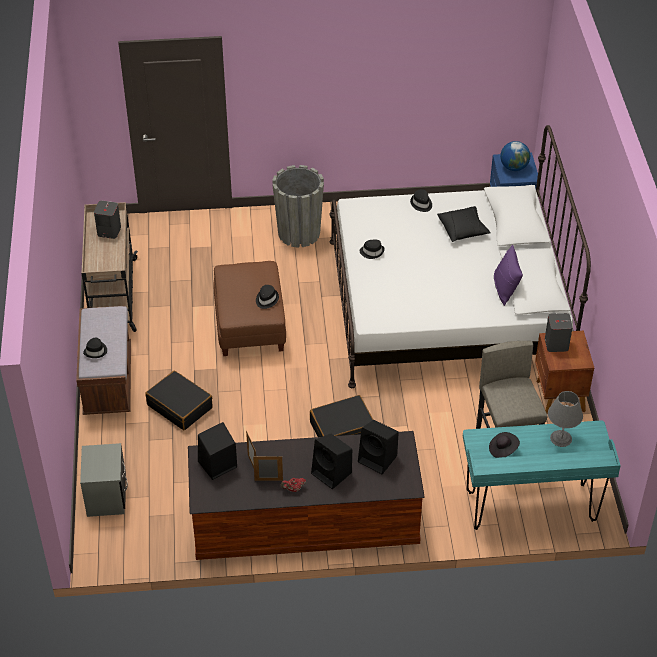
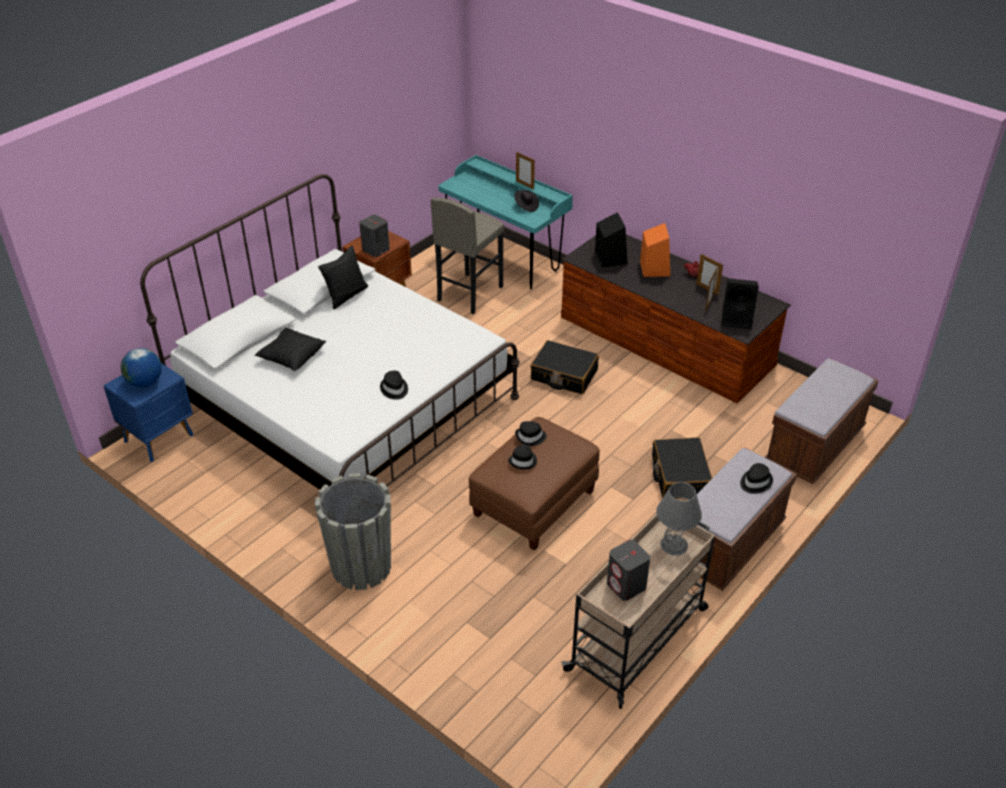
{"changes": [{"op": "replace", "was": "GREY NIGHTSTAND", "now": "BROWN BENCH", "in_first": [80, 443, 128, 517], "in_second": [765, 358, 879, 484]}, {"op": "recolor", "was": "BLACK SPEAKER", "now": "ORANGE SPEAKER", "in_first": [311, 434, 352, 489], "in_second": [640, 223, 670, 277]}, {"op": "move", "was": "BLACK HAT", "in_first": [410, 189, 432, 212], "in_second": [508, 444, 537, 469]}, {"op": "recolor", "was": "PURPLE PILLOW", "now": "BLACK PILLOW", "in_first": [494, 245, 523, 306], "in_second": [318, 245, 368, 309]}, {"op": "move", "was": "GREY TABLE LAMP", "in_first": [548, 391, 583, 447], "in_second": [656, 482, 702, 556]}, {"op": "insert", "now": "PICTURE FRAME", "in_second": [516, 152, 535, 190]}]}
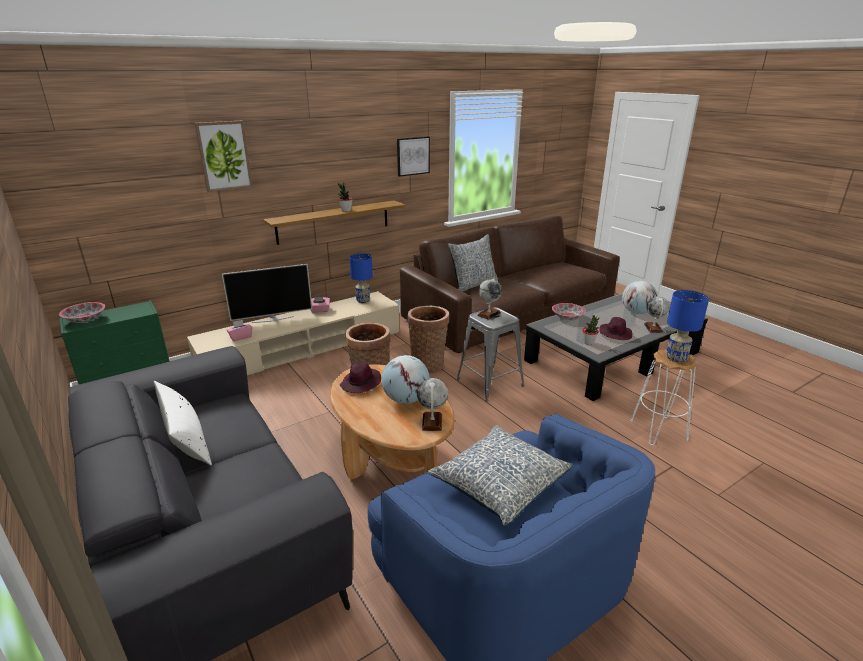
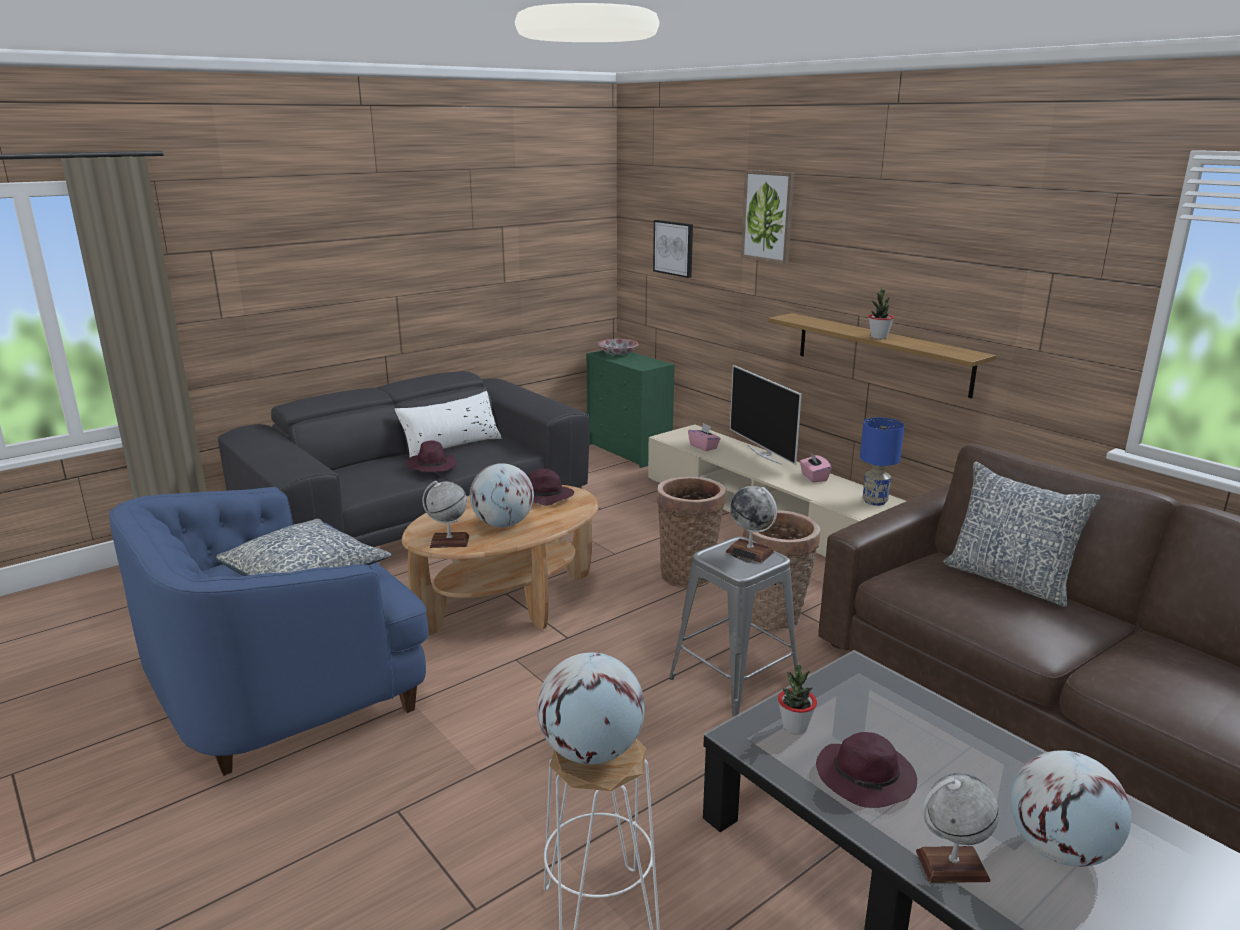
{"changes": [{"op": "move", "was": "PICTURE", "in_first": [397, 136, 430, 177], "in_second": [653, 220, 693, 278]}, {"op": "delete", "was": "BOWL", "in_first": [552, 303, 586, 320]}, {"op": "replace", "was": "BLUE TABLE LAMP", "now": "GLOBE", "in_first": [666, 290, 709, 363], "in_second": [537, 652, 645, 764]}, {"op": "insert", "now": "PURPLE HAT", "in_second": [407, 440, 456, 472]}]}
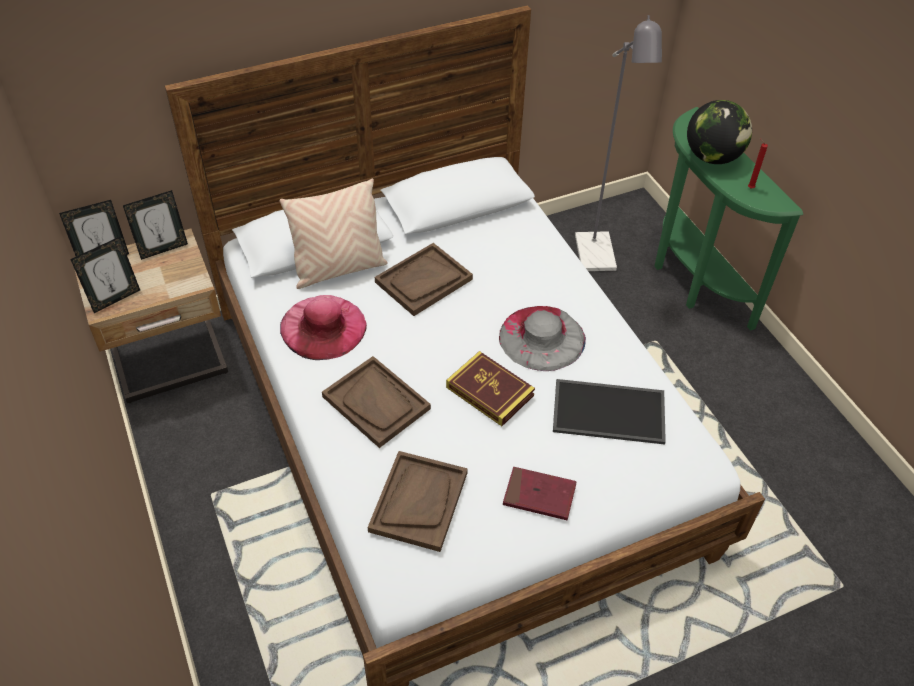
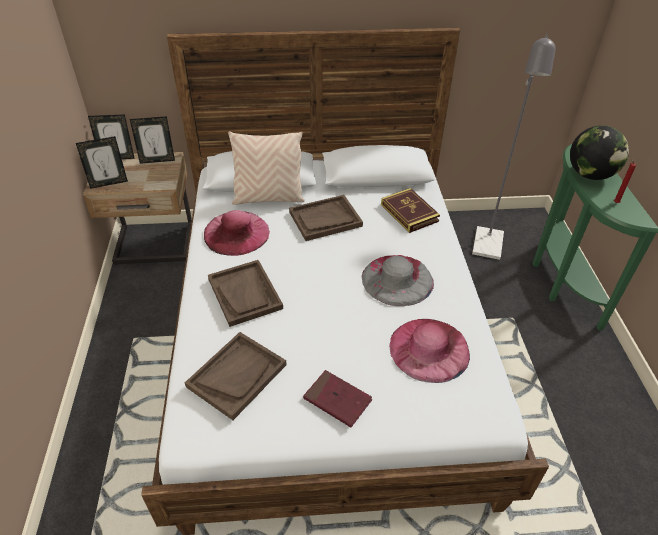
{"changes": [{"op": "move", "was": "BOOK", "in_first": [446, 351, 535, 426], "in_second": [381, 188, 440, 233]}, {"op": "replace", "was": "TRAY", "now": "PINK HAT", "in_first": [553, 379, 666, 444], "in_second": [389, 319, 470, 383]}]}
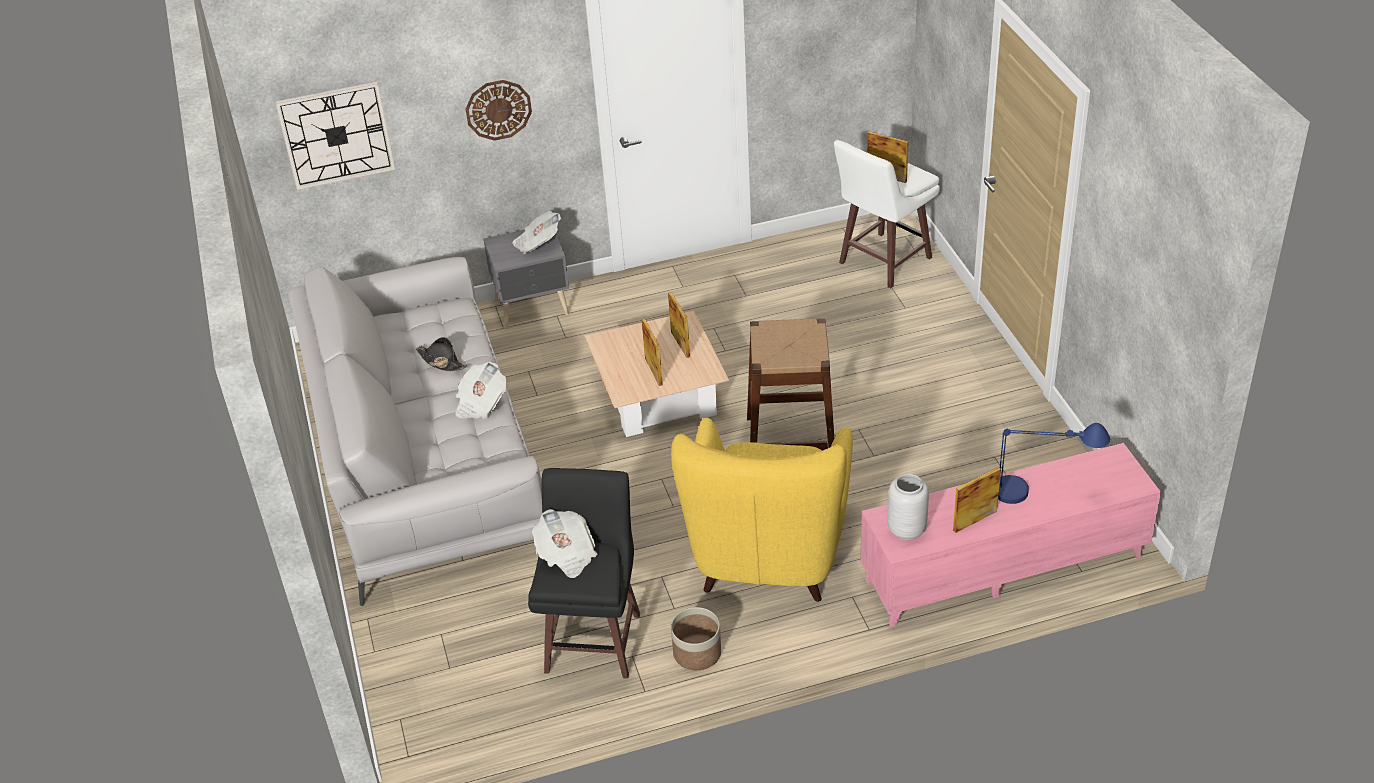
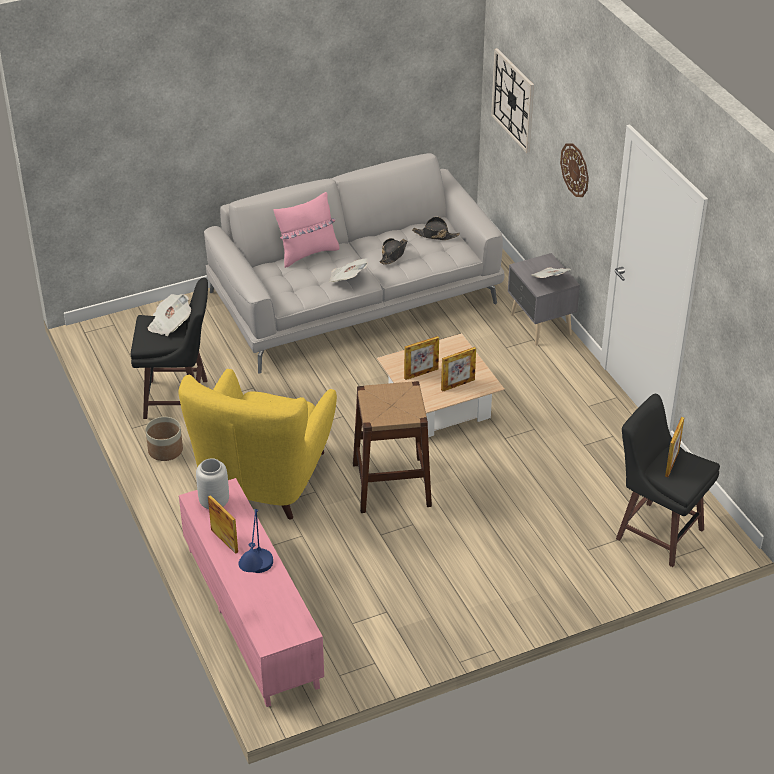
{"changes": [{"op": "rotate", "was": "YELLOW ARMCHAIR", "in_first": [671, 418, 853, 602], "in_second": [179, 369, 337, 520], "clockwise": -75}, {"op": "recolor", "was": "WHITE STOOL", "now": "BLACK STOOL", "in_first": [834, 140, 940, 288], "in_second": [616, 394, 720, 567]}, {"op": "insert", "now": "PINK PILLOW", "in_second": [273, 192, 339, 268]}, {"op": "insert", "now": "BLACK HAT", "in_second": [412, 217, 460, 240]}]}
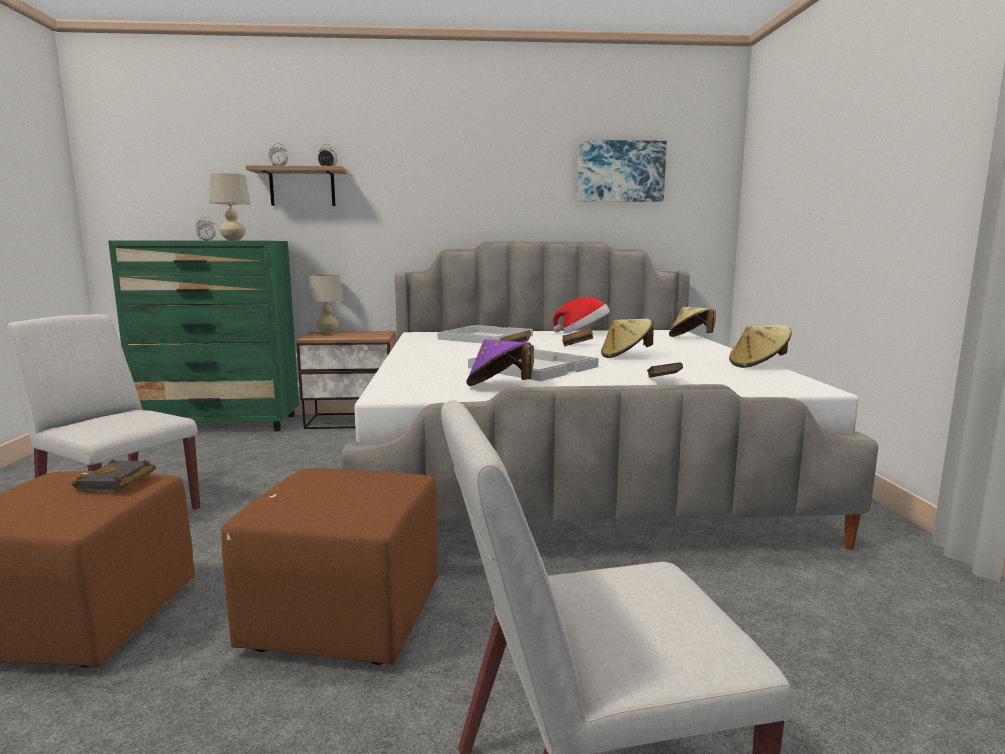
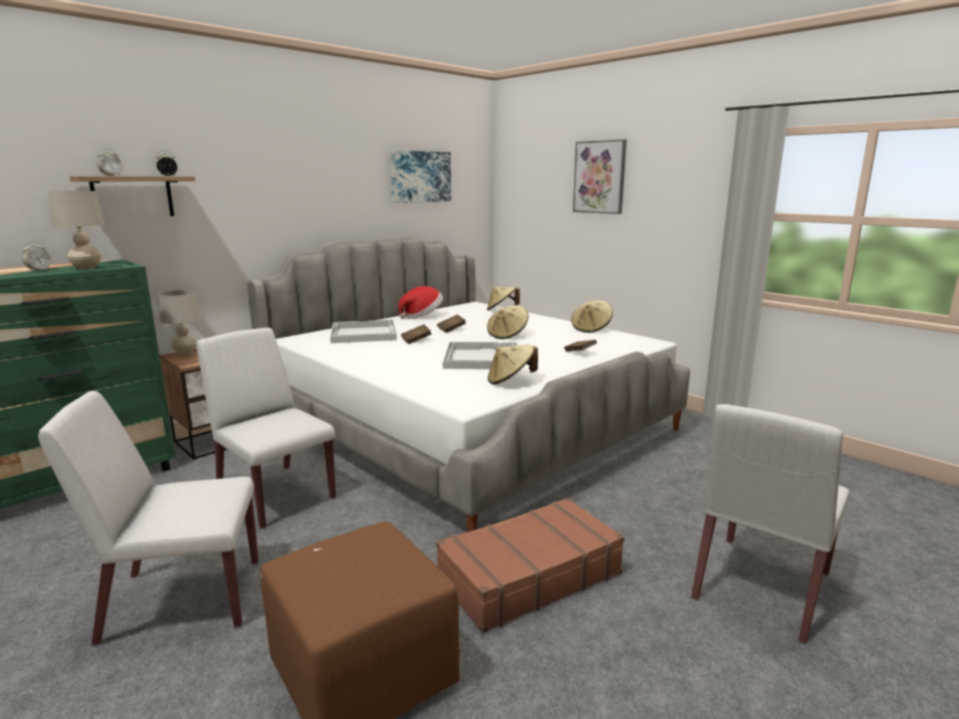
{"changes": [{"op": "delete", "was": "BLACK BOOK", "in_first": [72, 459, 156, 491]}, {"op": "replace", "was": "BROWN OTTOMAN", "now": "BROWN SUITCASE", "in_first": [222, 468, 438, 665], "in_second": [436, 498, 625, 633]}, {"op": "recolor", "was": "PURPLE HAT", "now": "BEIGE HAT", "in_first": [466, 339, 534, 386], "in_second": [488, 344, 538, 385]}, {"op": "insert", "now": "WHITE CHAIR", "in_second": [196, 328, 336, 529]}, {"op": "insert", "now": "PICTURE", "in_second": [573, 139, 627, 214]}]}
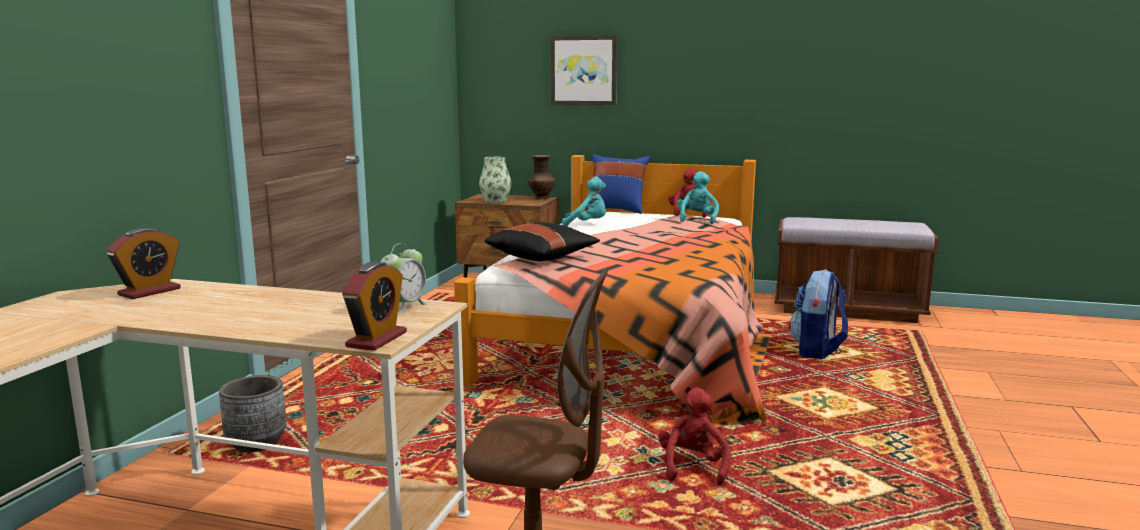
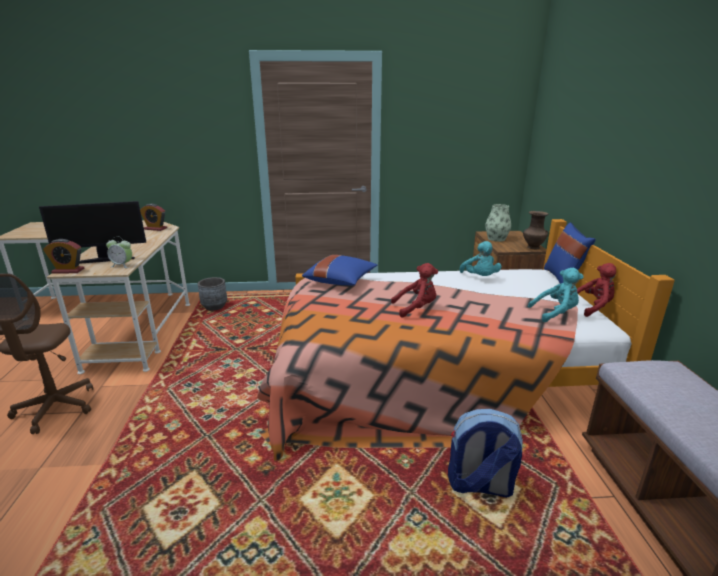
{"changes": [{"op": "recolor", "was": "BLACK PILLOW", "now": "BLUE PILLOW", "in_first": [485, 222, 600, 261], "in_second": [302, 255, 378, 286]}, {"op": "delete", "was": "PICTURE", "in_first": [551, 35, 617, 105]}, {"op": "move", "was": "RED PLUSH TOY", "in_first": [658, 387, 731, 486], "in_second": [391, 263, 438, 318]}, {"op": "insert", "now": "MONITOR", "in_second": [39, 201, 146, 264]}]}
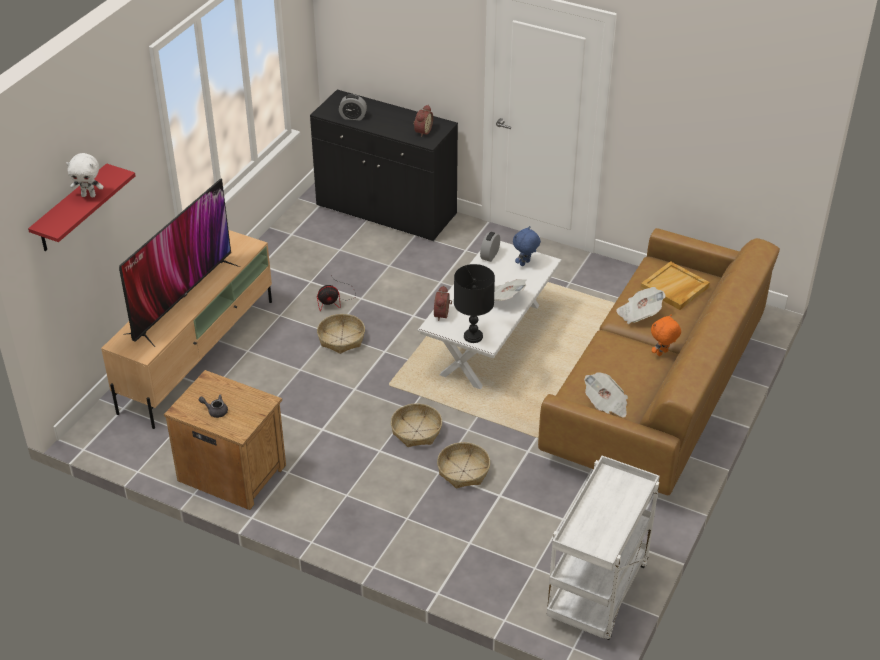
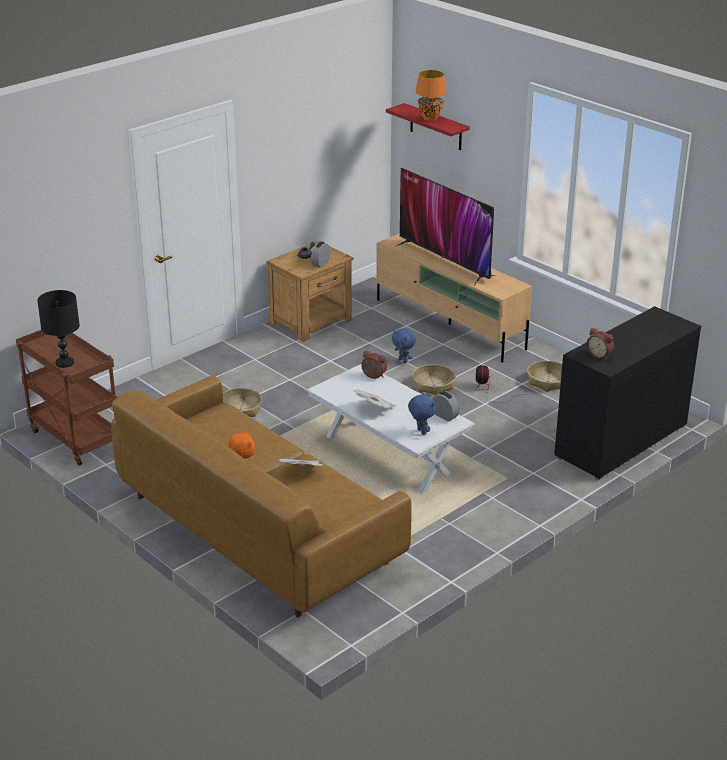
{"changes": [{"op": "replace", "was": "WHITE PLUSH TOY", "now": "ORANGE TABLE LAMP", "in_first": [66, 153, 104, 197], "in_second": [415, 70, 447, 121]}, {"op": "move", "was": "ALARM CLOCK", "in_first": [339, 94, 367, 120], "in_second": [311, 242, 330, 268]}, {"op": "move", "was": "BASKET", "in_first": [391, 403, 442, 447], "in_second": [527, 361, 562, 392]}, {"op": "move", "was": "BLACK TABLE LAMP", "in_first": [454, 264, 495, 343], "in_second": [37, 290, 80, 368]}, {"op": "recolor", "was": "WHITE CART", "now": "BROWN CART", "in_first": [546, 456, 659, 640], "in_second": [16, 330, 117, 466]}, {"op": "delete", "was": "NEWSPAPER", "in_first": [584, 372, 628, 417]}, {"op": "delete", "was": "BEIGE TRAY", "in_first": [641, 261, 710, 310]}, {"op": "insert", "now": "BLUE PLUSH TOY", "in_second": [392, 328, 416, 363]}]}
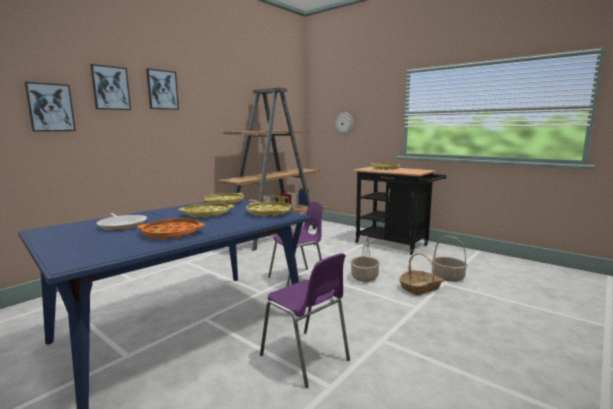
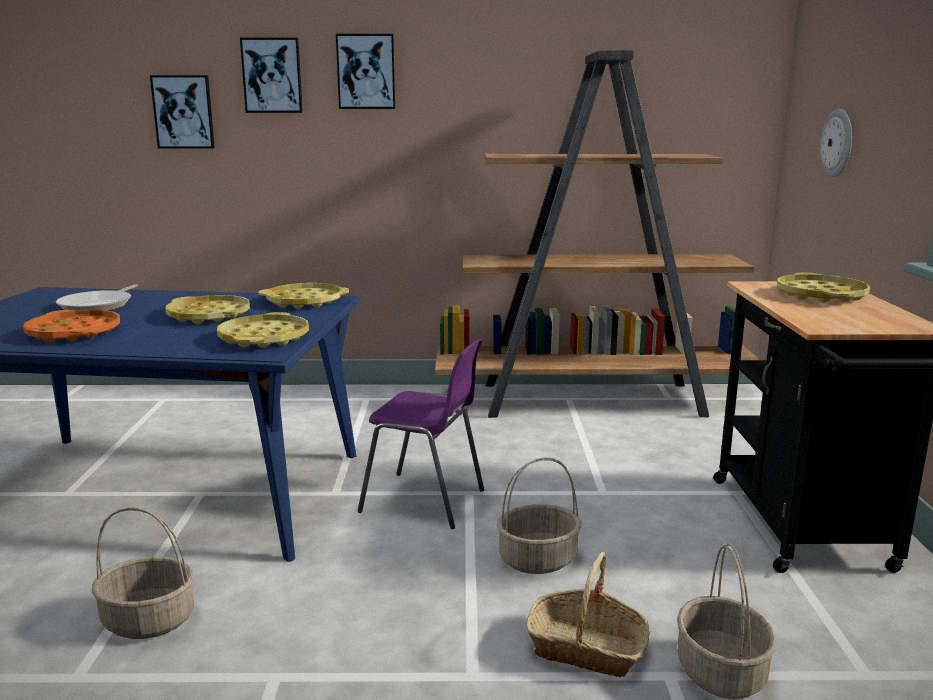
{"changes": [{"op": "replace", "was": "PURPLE CHAIR", "now": "BASKET", "in_first": [260, 253, 350, 388], "in_second": [92, 507, 194, 639]}]}
